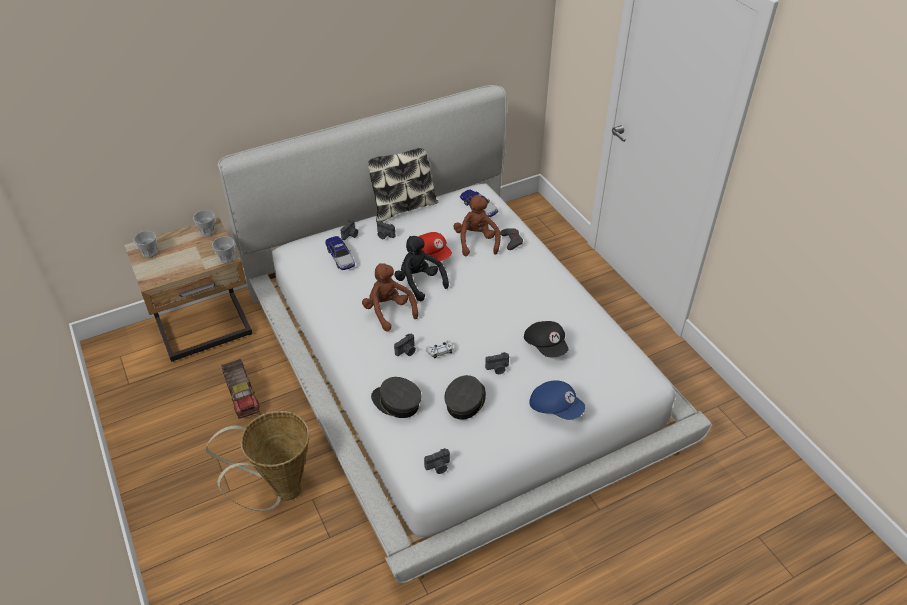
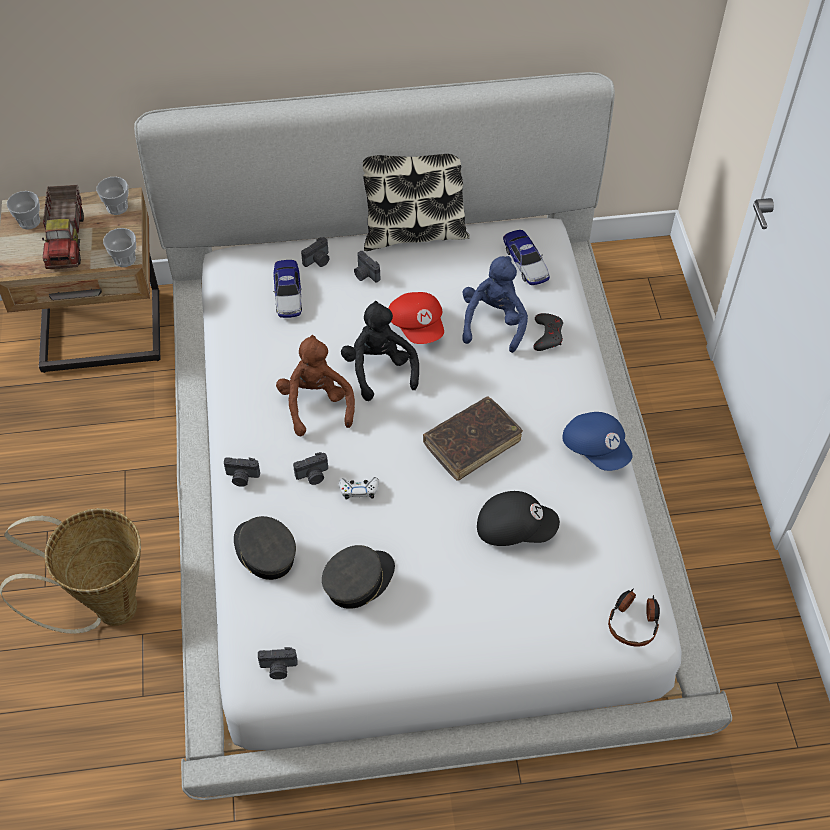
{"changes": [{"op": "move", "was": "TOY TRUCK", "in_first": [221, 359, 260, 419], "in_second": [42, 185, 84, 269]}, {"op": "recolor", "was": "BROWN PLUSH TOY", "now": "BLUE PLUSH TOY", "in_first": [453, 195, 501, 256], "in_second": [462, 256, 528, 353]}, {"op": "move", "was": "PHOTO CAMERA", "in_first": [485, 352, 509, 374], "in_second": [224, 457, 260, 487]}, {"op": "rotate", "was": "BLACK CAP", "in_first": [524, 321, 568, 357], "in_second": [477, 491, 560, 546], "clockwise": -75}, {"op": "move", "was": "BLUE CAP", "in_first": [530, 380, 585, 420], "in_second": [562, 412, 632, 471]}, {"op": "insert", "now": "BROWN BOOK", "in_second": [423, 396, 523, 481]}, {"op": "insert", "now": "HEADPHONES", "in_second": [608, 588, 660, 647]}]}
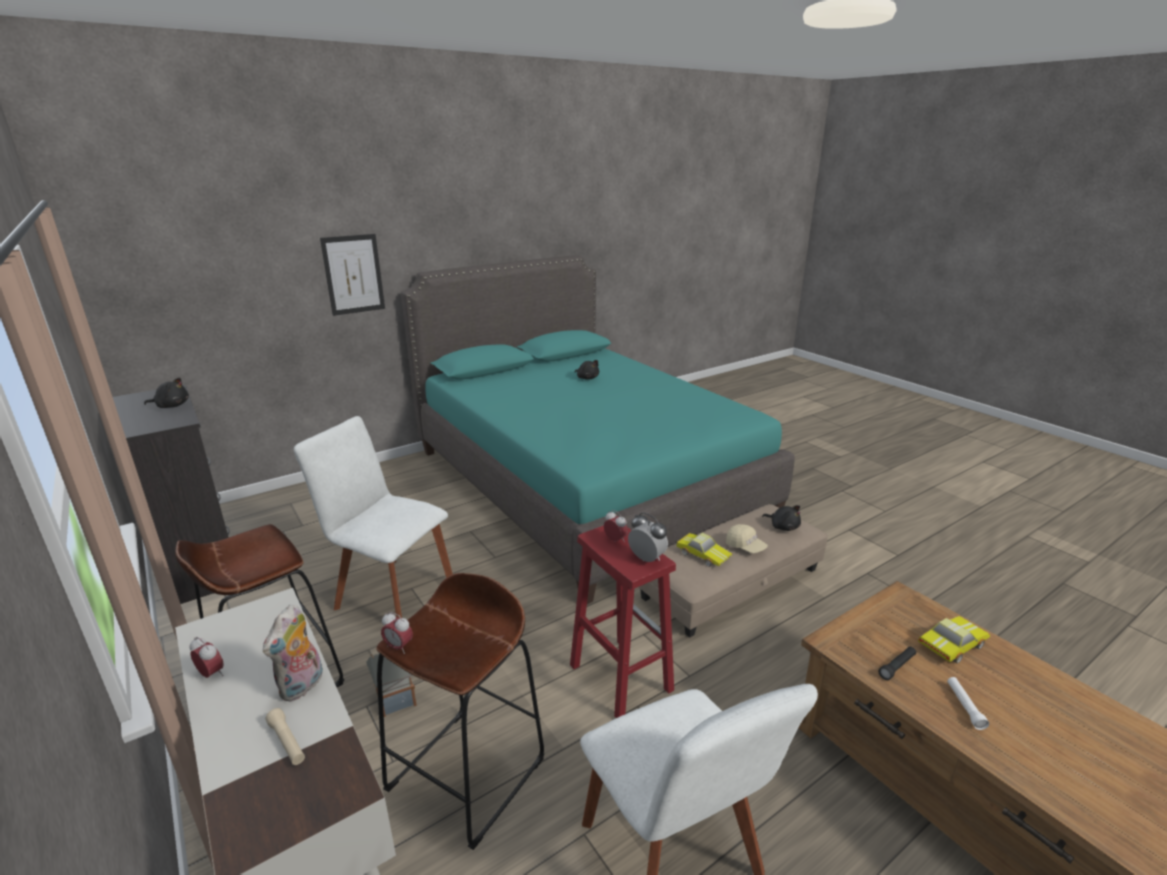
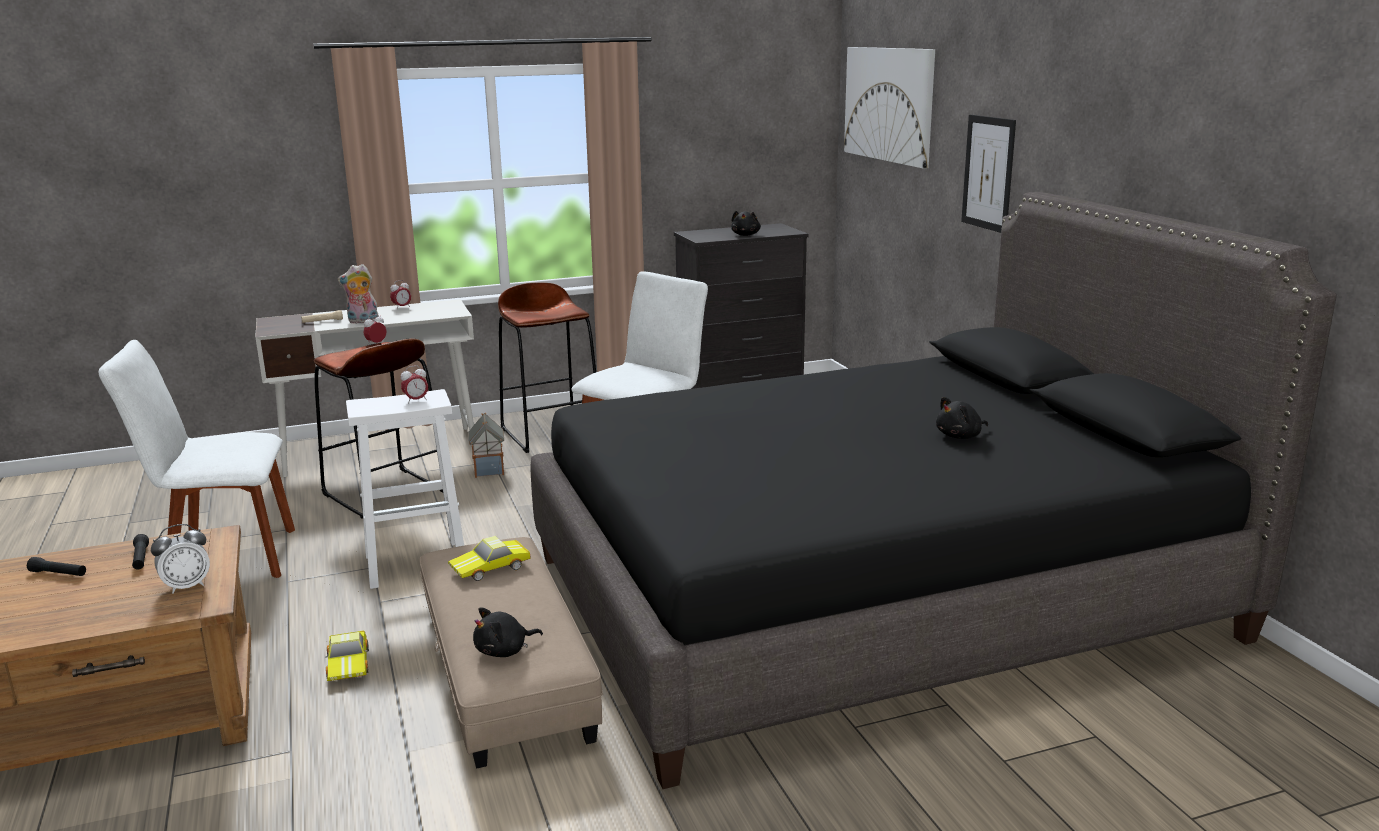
{"changes": [{"op": "rotate", "was": "PLUSH TOY", "in_first": [263, 605, 323, 702], "in_second": [338, 264, 379, 324], "clockwise": -45}, {"op": "recolor", "was": "TURQUOISE BED", "now": "BLACK BED", "in_first": [401, 255, 794, 604], "in_second": [530, 192, 1337, 789]}, {"op": "recolor", "was": "RED STOOL", "now": "WHITE STOOL", "in_first": [570, 526, 676, 718], "in_second": [346, 389, 464, 589]}, {"op": "move", "was": "ALARM CLOCK", "in_first": [628, 513, 668, 562], "in_second": [151, 524, 210, 594]}, {"op": "delete", "was": "BEIGE CAP", "in_first": [726, 524, 768, 553]}, {"op": "move", "was": "TOY CAR", "in_first": [918, 616, 990, 663], "in_second": [325, 631, 369, 681]}, {"op": "recolor", "was": "WHITE FLASHLIGHT", "now": "BLACK FLASHLIGHT", "in_first": [947, 677, 989, 730], "in_second": [27, 557, 86, 576]}, {"op": "insert", "now": "PICTURE", "in_second": [844, 47, 935, 169]}]}
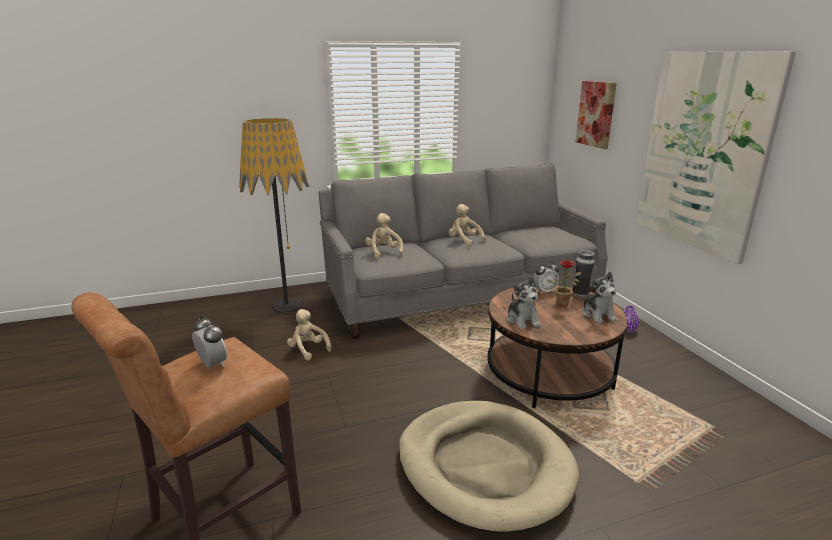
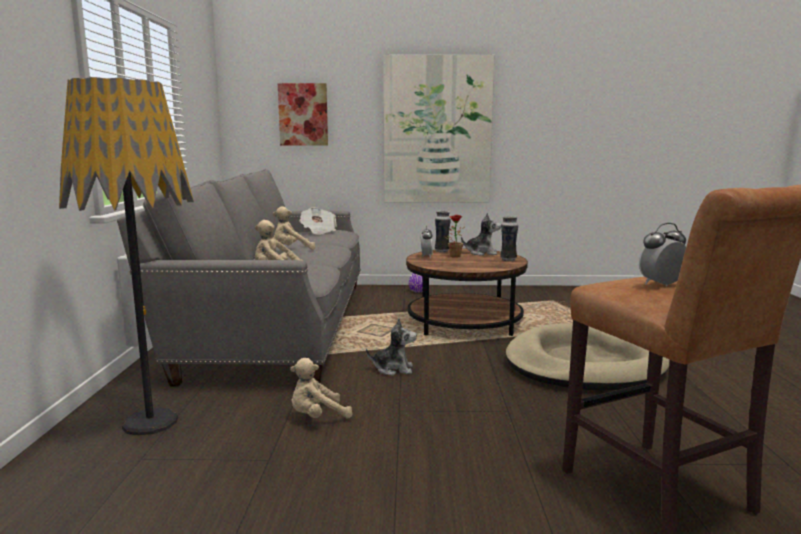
{"changes": [{"op": "move", "was": "PLUSH TOY", "in_first": [506, 276, 541, 330], "in_second": [366, 318, 417, 376]}, {"op": "insert", "now": "NEWSPAPER", "in_second": [299, 207, 337, 235]}, {"op": "insert", "now": "VASE", "in_second": [500, 216, 518, 261]}]}
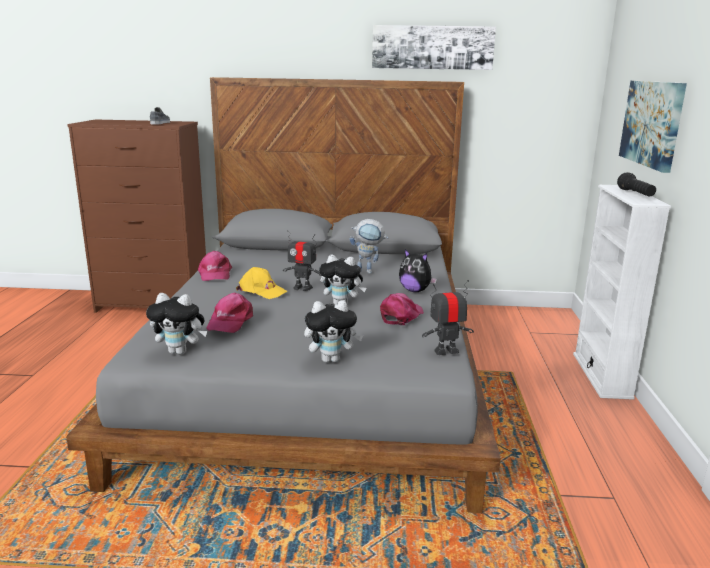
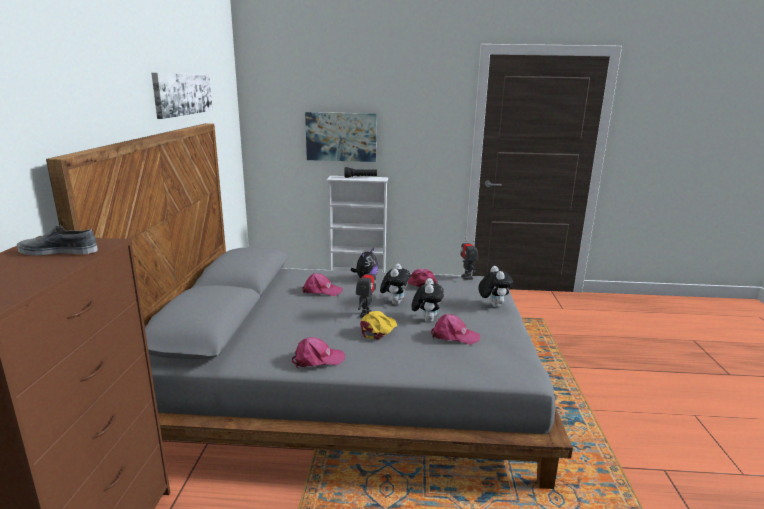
{"changes": [{"op": "move", "was": "PLUSH TOY", "in_first": [146, 293, 207, 355], "in_second": [411, 278, 444, 323]}, {"op": "replace", "was": "TOY ROBOT", "now": "PINK CAP", "in_first": [350, 219, 389, 274], "in_second": [302, 273, 342, 296]}]}
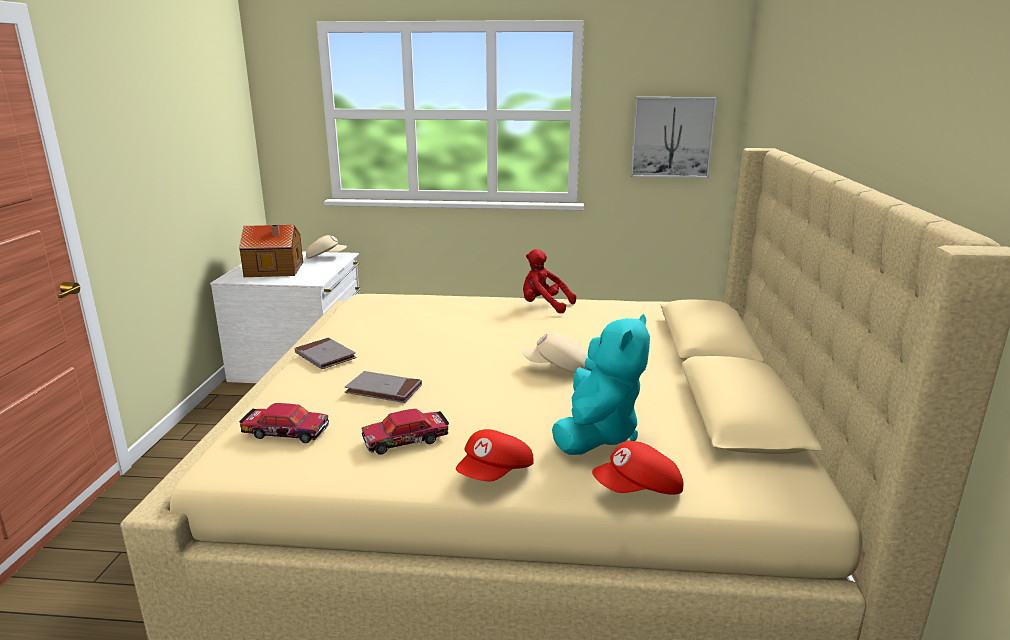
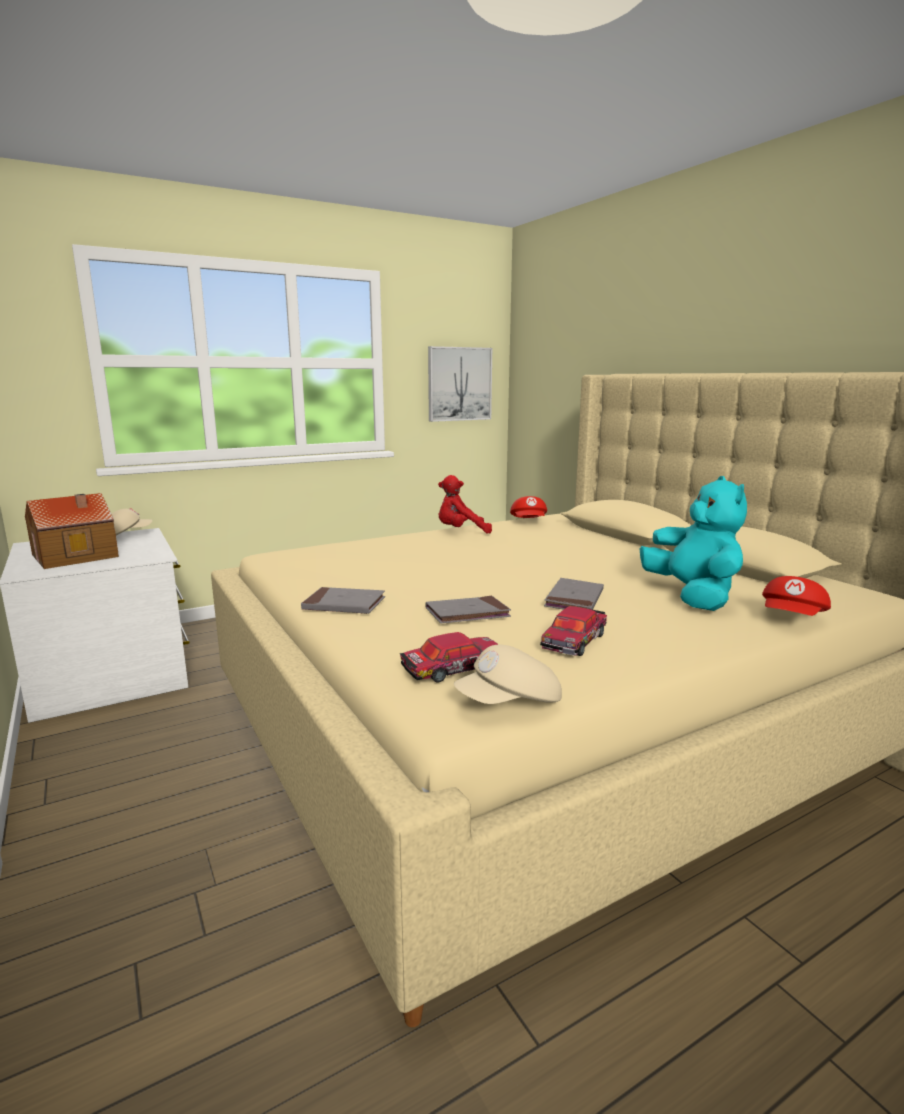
{"changes": [{"op": "move", "was": "RED CAP", "in_first": [456, 429, 534, 482], "in_second": [510, 496, 547, 518]}, {"op": "move", "was": "BEIGE CAP", "in_first": [522, 333, 588, 373], "in_second": [454, 645, 562, 704]}, {"op": "insert", "now": "GREY BOOK", "in_second": [544, 578, 604, 610]}]}
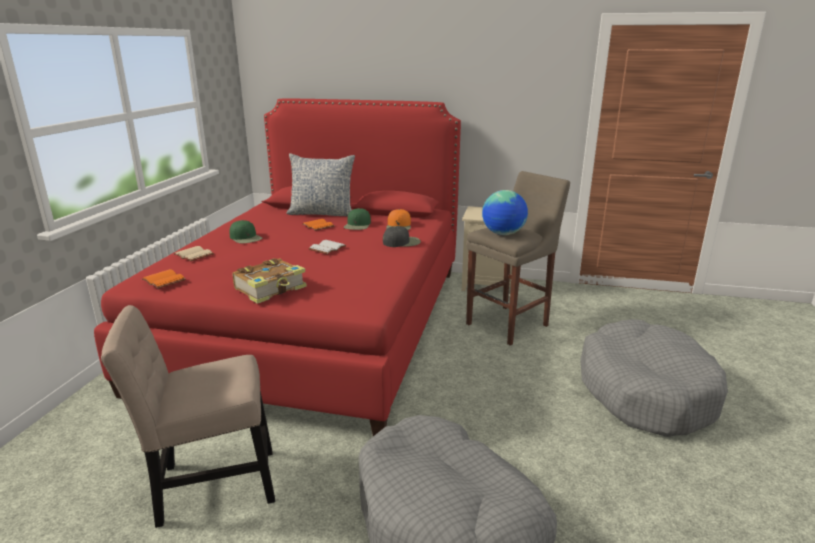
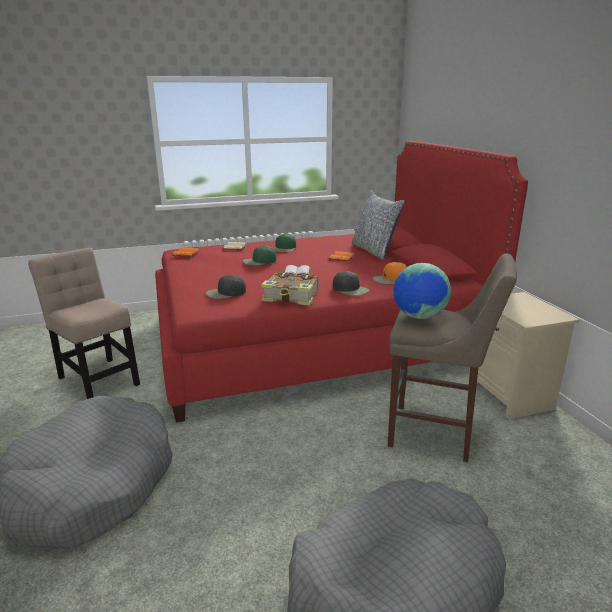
{"changes": [{"op": "move", "was": "BOOK", "in_first": [232, 258, 307, 304], "in_second": [261, 272, 318, 306]}, {"op": "move", "was": "GREEN CAP", "in_first": [344, 208, 371, 230], "in_second": [243, 246, 276, 265]}, {"op": "insert", "now": "BLACK CAP", "in_second": [206, 275, 246, 299]}]}
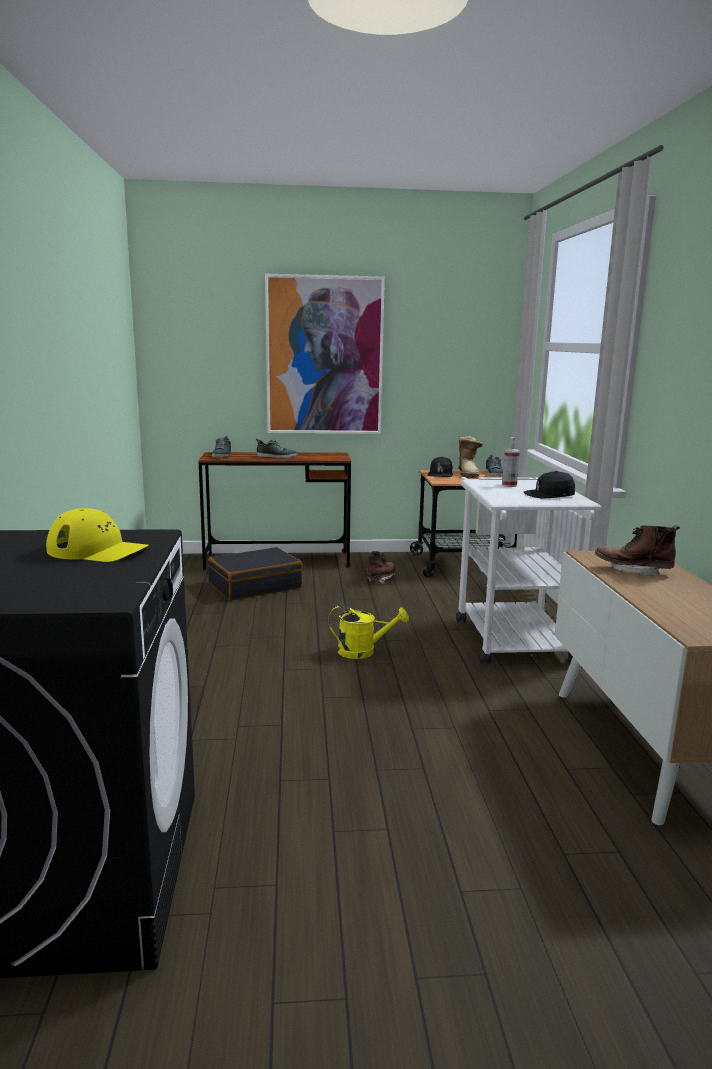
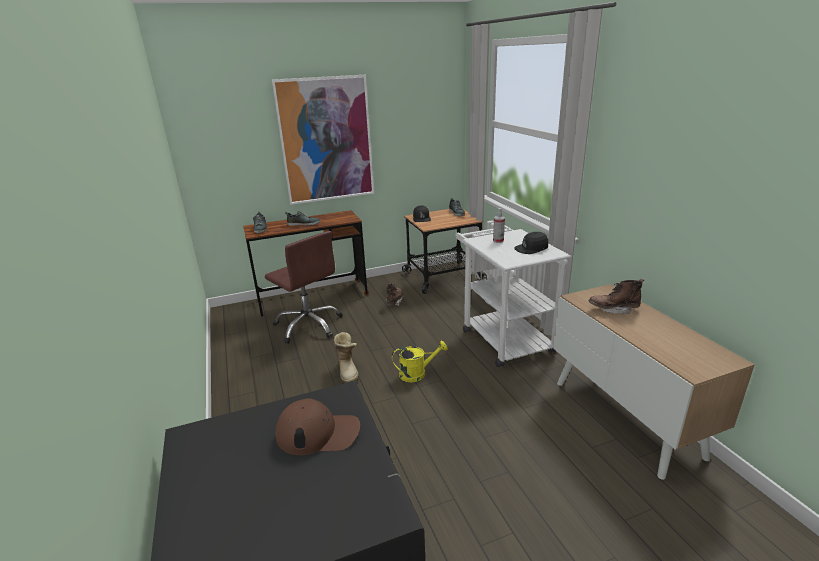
{"changes": [{"op": "recolor", "was": "YELLOW CAP", "now": "BROWN CAP", "in_first": [46, 508, 149, 562], "in_second": [275, 398, 360, 455]}, {"op": "replace", "was": "BLACK SUITCASE", "now": "BROWN OFFICE CHAIR", "in_first": [208, 547, 303, 601], "in_second": [265, 231, 343, 344]}, {"op": "move", "was": "BOOT", "in_first": [459, 436, 483, 478], "in_second": [334, 332, 358, 383]}]}
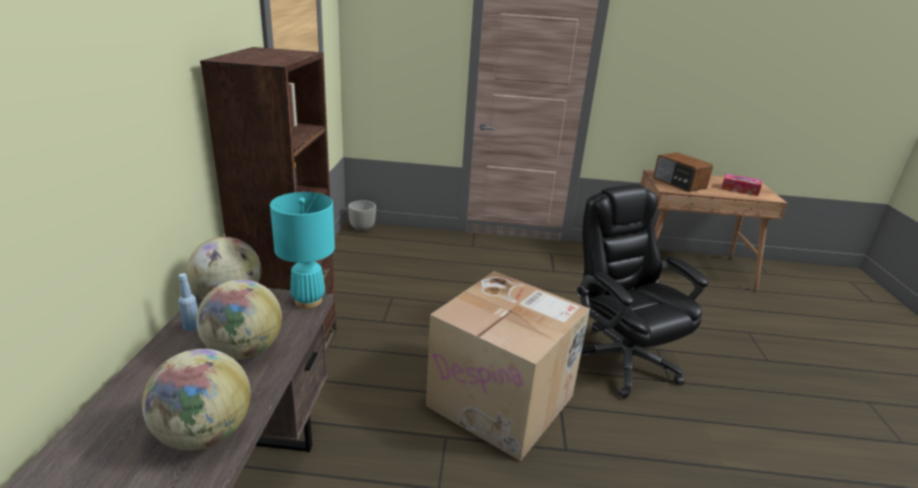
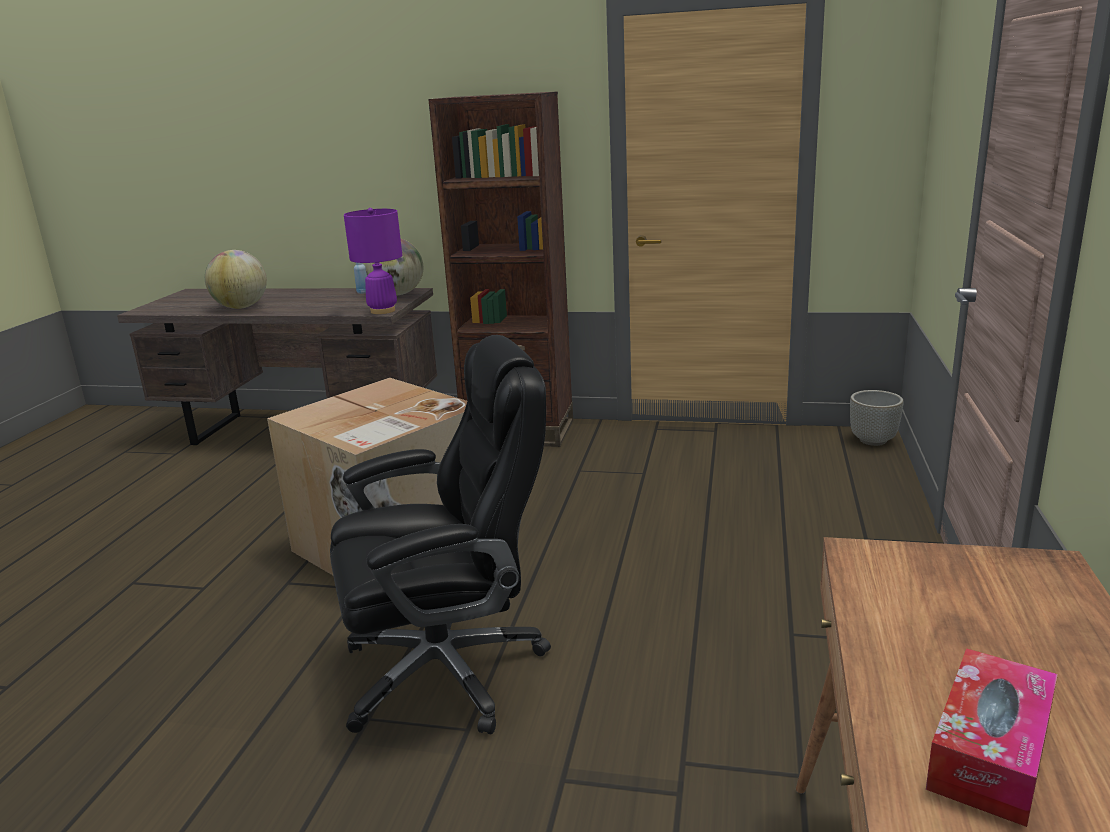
{"changes": [{"op": "delete", "was": "GLOBE", "in_first": [196, 279, 282, 360]}, {"op": "recolor", "was": "TURQUOISE TABLE LAMP", "now": "PURPLE TABLE LAMP", "in_first": [270, 192, 335, 308], "in_second": [344, 208, 402, 314]}, {"op": "delete", "was": "RADIO", "in_first": [653, 152, 713, 192]}]}
